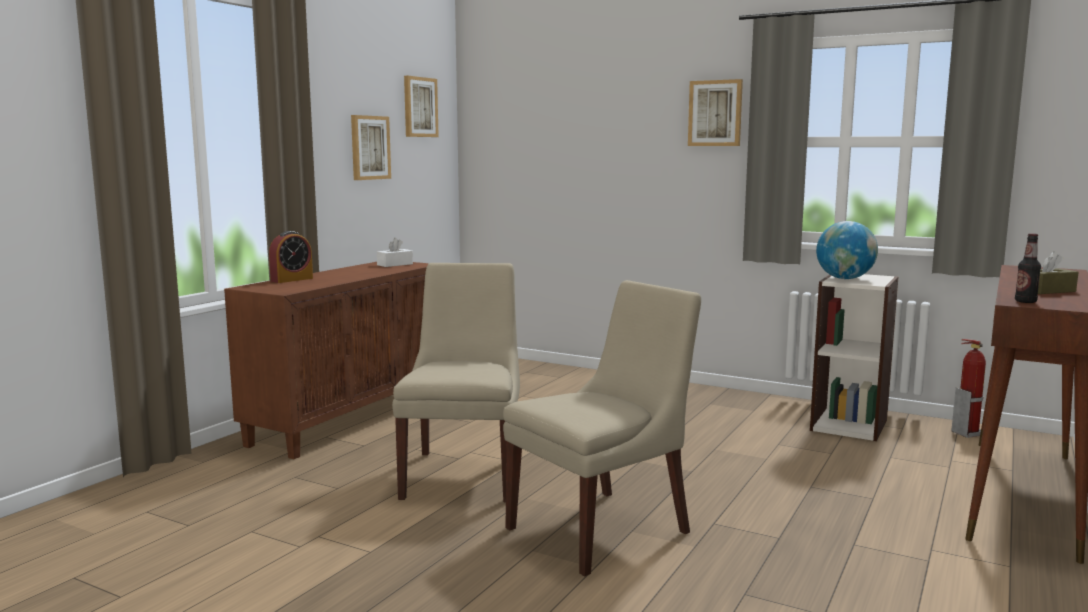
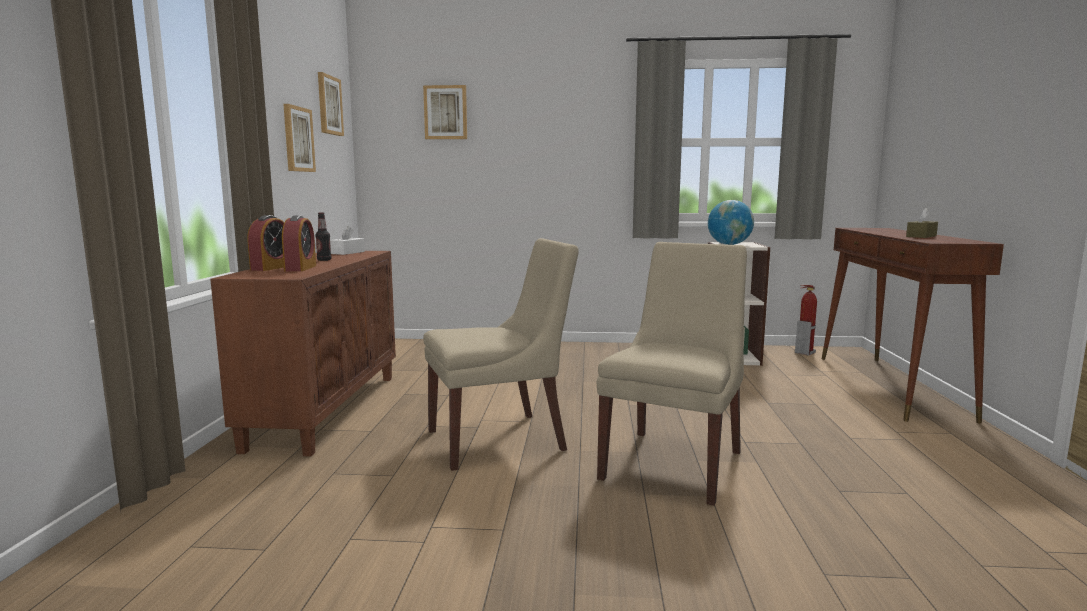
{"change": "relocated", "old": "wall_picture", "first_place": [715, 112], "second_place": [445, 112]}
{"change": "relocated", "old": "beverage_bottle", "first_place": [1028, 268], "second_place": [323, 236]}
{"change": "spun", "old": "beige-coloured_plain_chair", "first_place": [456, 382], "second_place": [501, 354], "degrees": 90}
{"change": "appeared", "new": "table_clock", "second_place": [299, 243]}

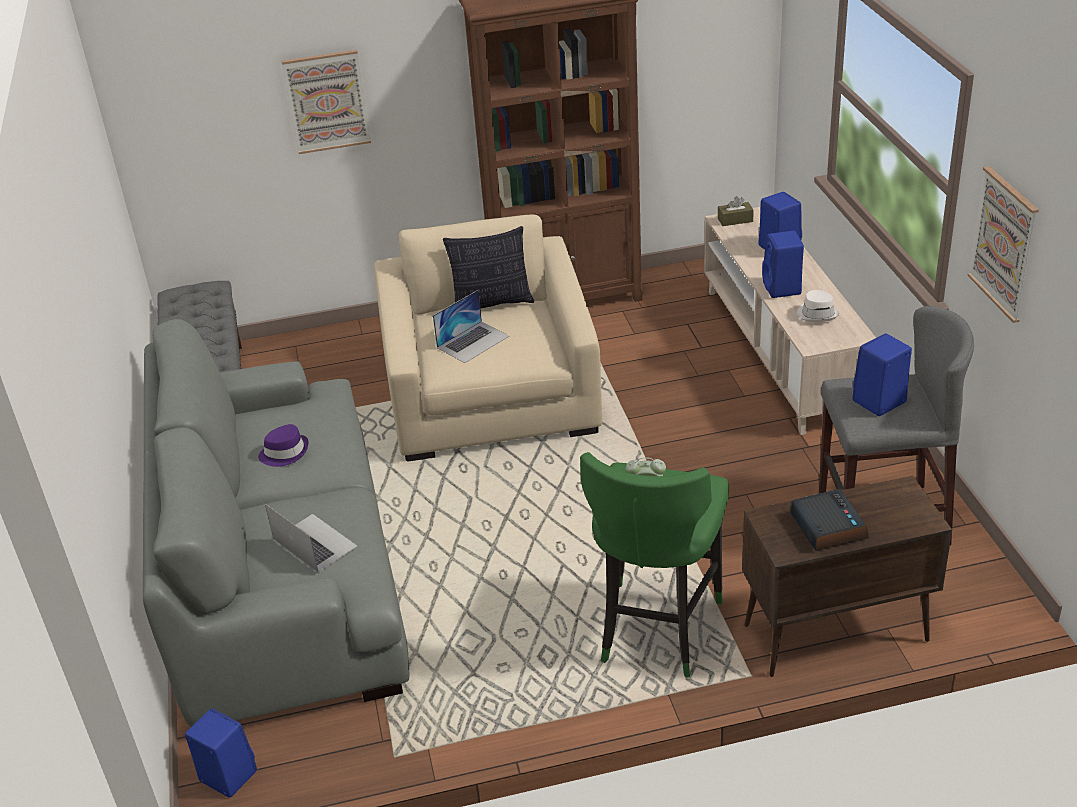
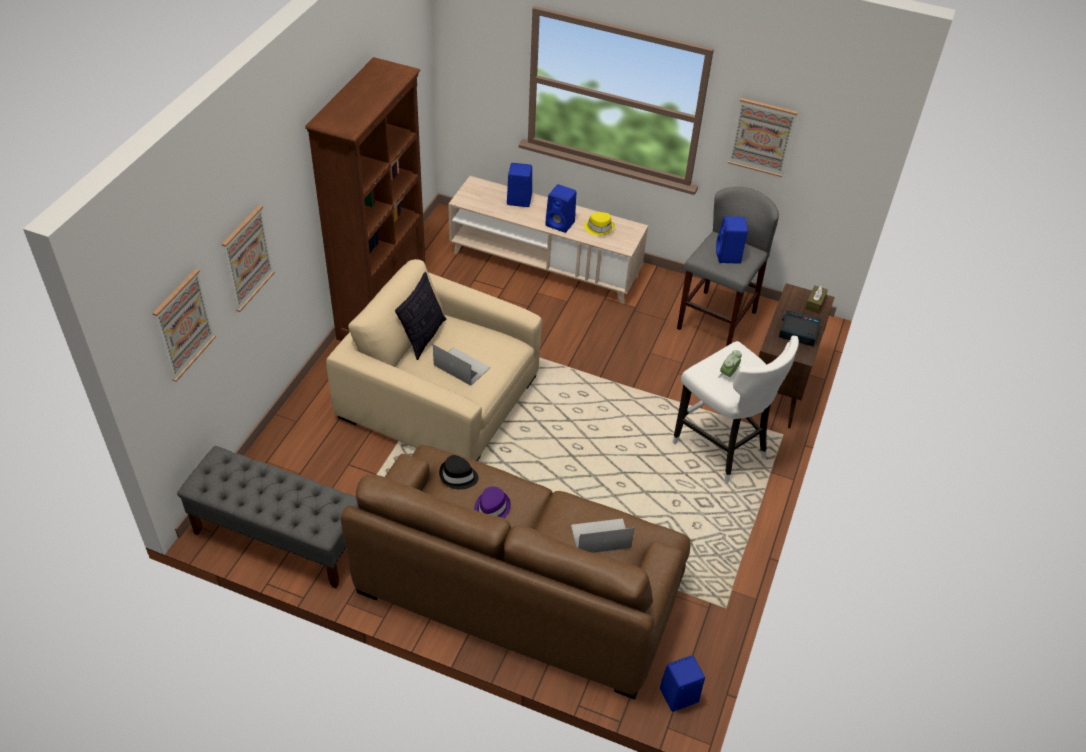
{"change": "relocated", "old": "brown-coloured_tissue_holder", "first_place": [736, 211], "second_place": [816, 299]}
{"change": "spun", "old": "laptop", "first_place": [471, 326], "second_place": [461, 365], "degrees": -45}
{"change": "colour", "old": "white_clothing_hat", "new": "yellow-coloured_clothing_hat", "first_place": [818, 306], "second_place": [599, 224]}
{"change": "colour", "old": "gray_couch", "new": "brown-coloured_couch", "first_place": [276, 523], "second_place": [515, 572]}
{"change": "colour", "old": "green_stool_seat", "new": "white_stool_seat", "first_place": [654, 565], "second_place": [736, 409]}
{"change": "appeared", "new": "wall_picture", "second_place": [184, 325]}
{"change": "appeared", "new": "blackish_clothing_hat", "second_place": [458, 472]}

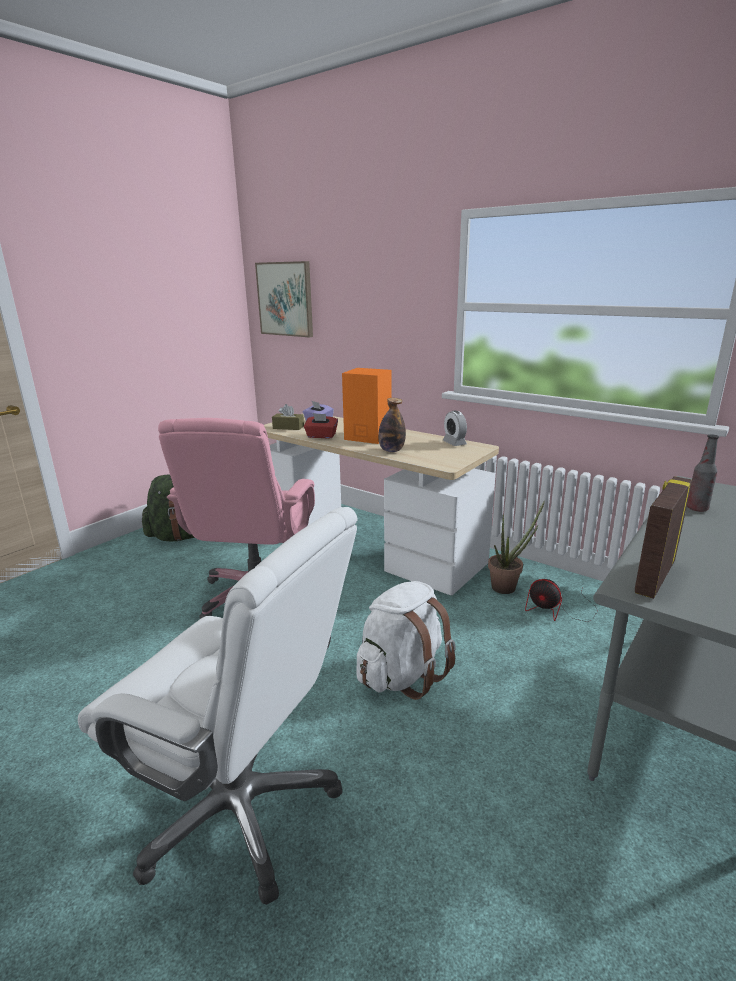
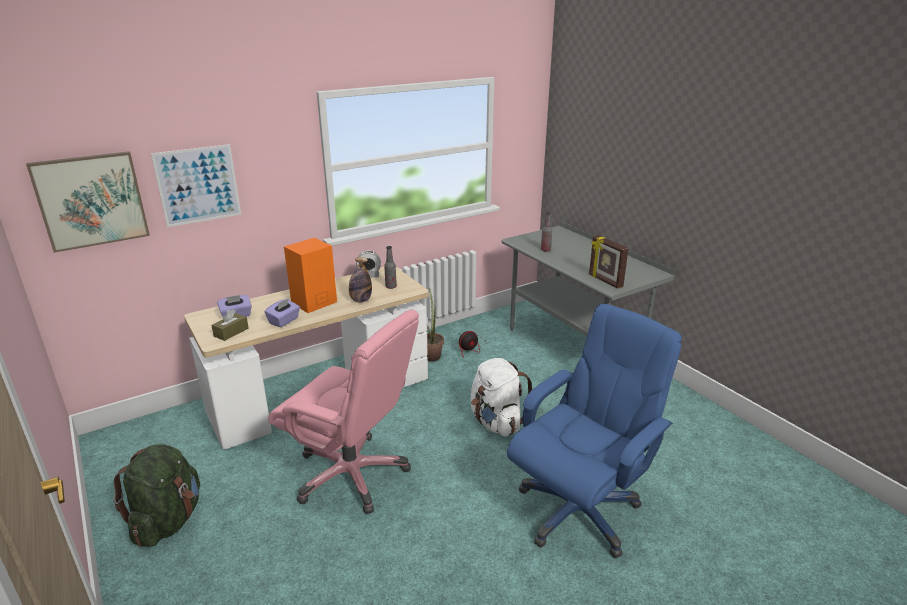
{"change": "colour", "old": "red-coloured_tissue_holder", "new": "purple-coloured_tissue_holder", "first_place": [321, 426], "second_place": [282, 312]}
{"change": "colour", "old": "white_desk_chair", "new": "blue-coloured_desk_chair", "first_place": [217, 706], "second_place": [594, 431]}
{"change": "appeared", "new": "wall_picture", "second_place": [196, 185]}
{"change": "appeared", "new": "beverage_bottle", "second_place": [390, 267]}

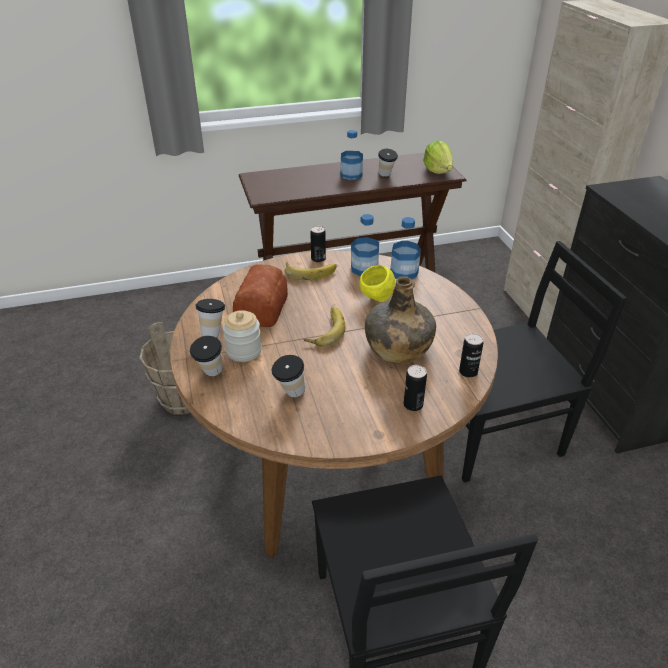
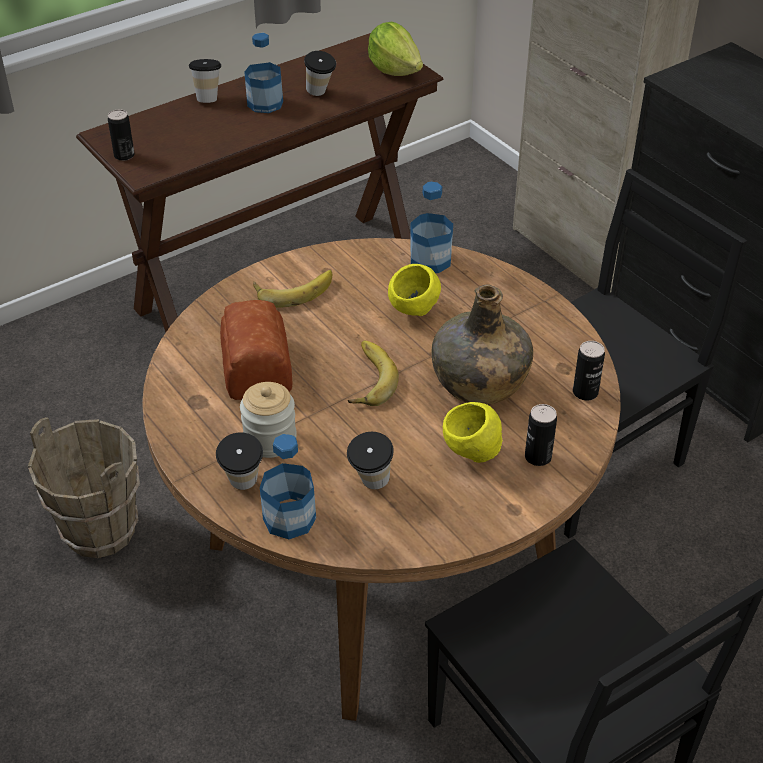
{"change": "relocated", "old": "beverage_bottle", "first_place": [365, 245], "second_place": [288, 486]}
{"change": "relocated", "old": "metal_can", "first_place": [318, 244], "second_place": [121, 135]}
{"change": "relocated", "old": "small_cup", "first_place": [210, 318], "second_place": [205, 81]}
{"change": "appeared", "new": "yellow-coloured_serving_bowl", "second_place": [473, 432]}

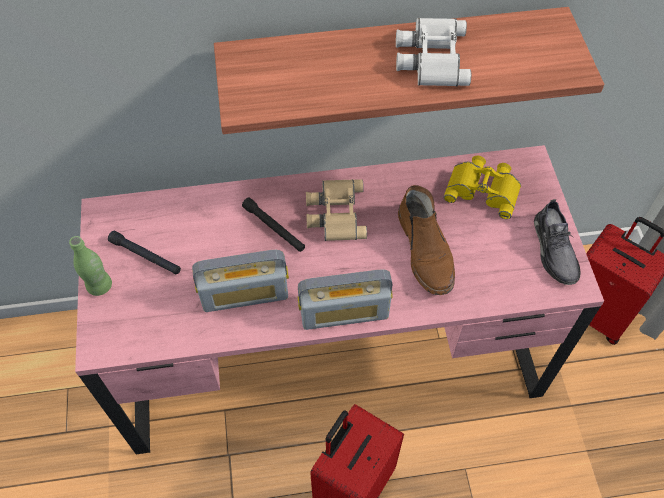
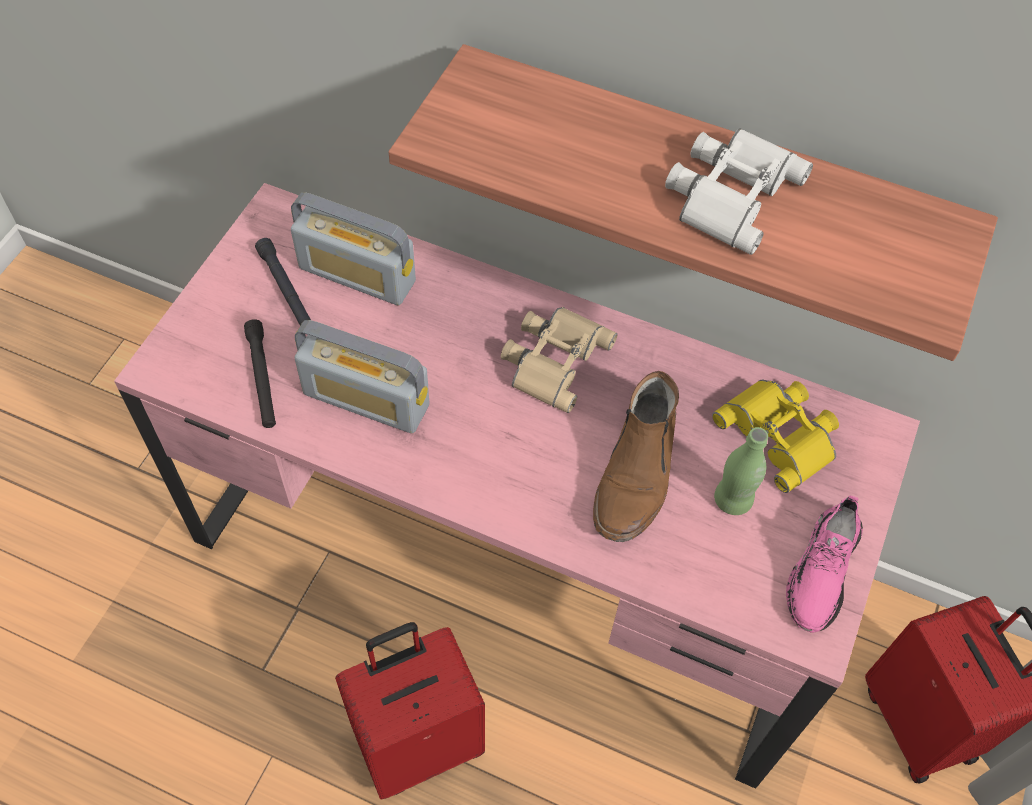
{"change": "relocated", "old": "blackish_flashlight", "first_place": [273, 225], "second_place": [260, 373]}
{"change": "colour", "old": "gray_low_shoe", "new": "pink_low_shoe", "first_place": [557, 242], "second_place": [824, 564]}
{"change": "relocated", "old": "green_beverage_bottle", "first_place": [90, 266], "second_place": [741, 471]}
{"change": "relocated", "old": "radio_set", "first_place": [345, 299], "second_place": [353, 248]}

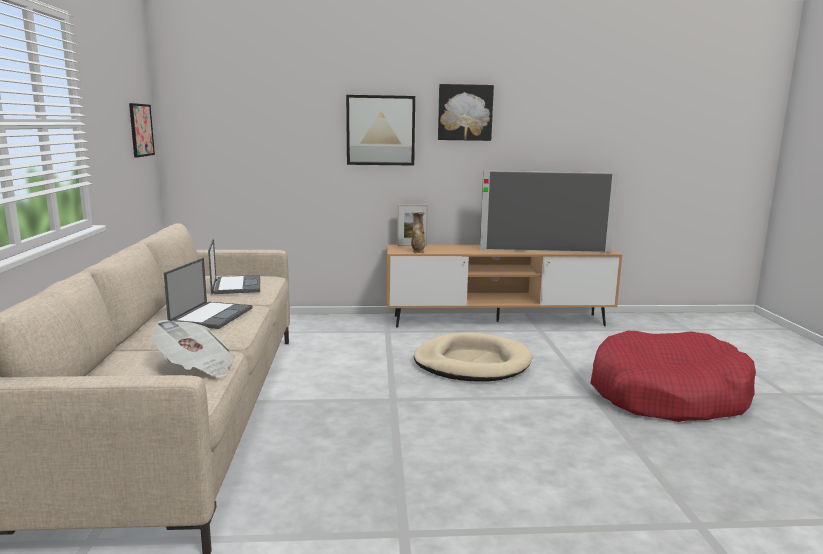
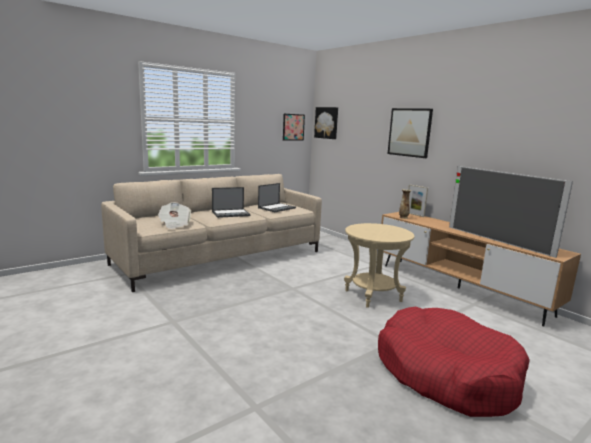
{"change": "relocated", "old": "wall_picture", "first_place": [466, 112], "second_place": [326, 123]}
{"change": "exchanged", "old": "beige-coloured_dog_bed", "new": "beige-coloured_accent_table", "first_place": [473, 357], "second_place": [379, 265]}

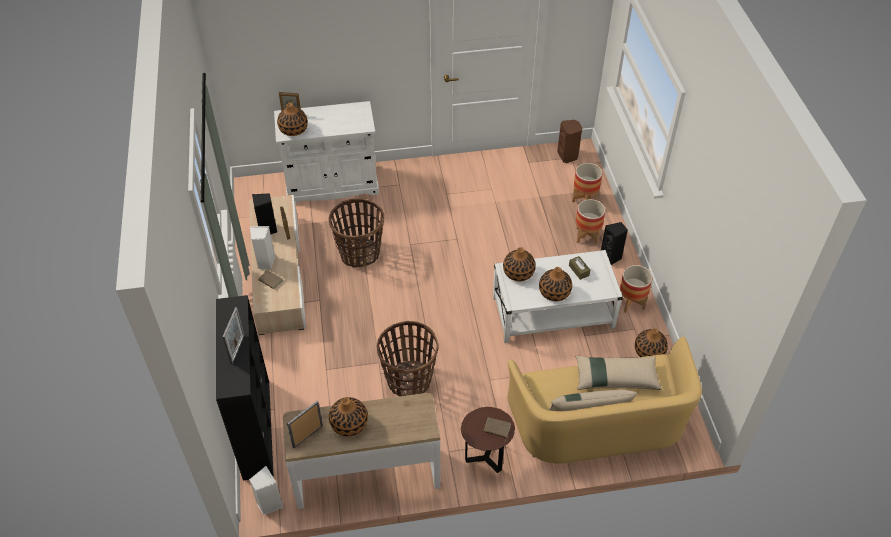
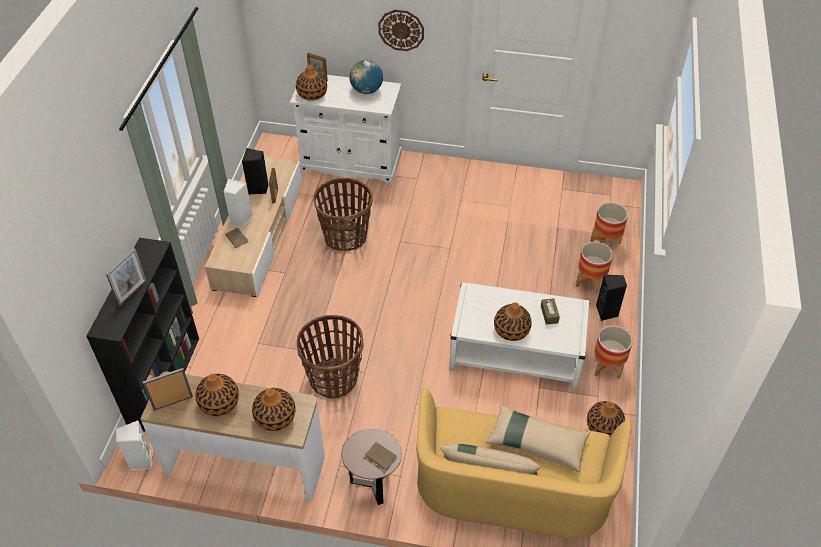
{"change": "missing", "old": "brown-coloured_loudspeaker", "first_place": [569, 141]}
{"change": "relocated", "old": "flower_vase", "first_place": [519, 264], "second_place": [274, 409]}
{"change": "appeared", "new": "wall_clock", "second_place": [401, 30]}
{"change": "appeared", "new": "desk_globe", "second_place": [366, 77]}

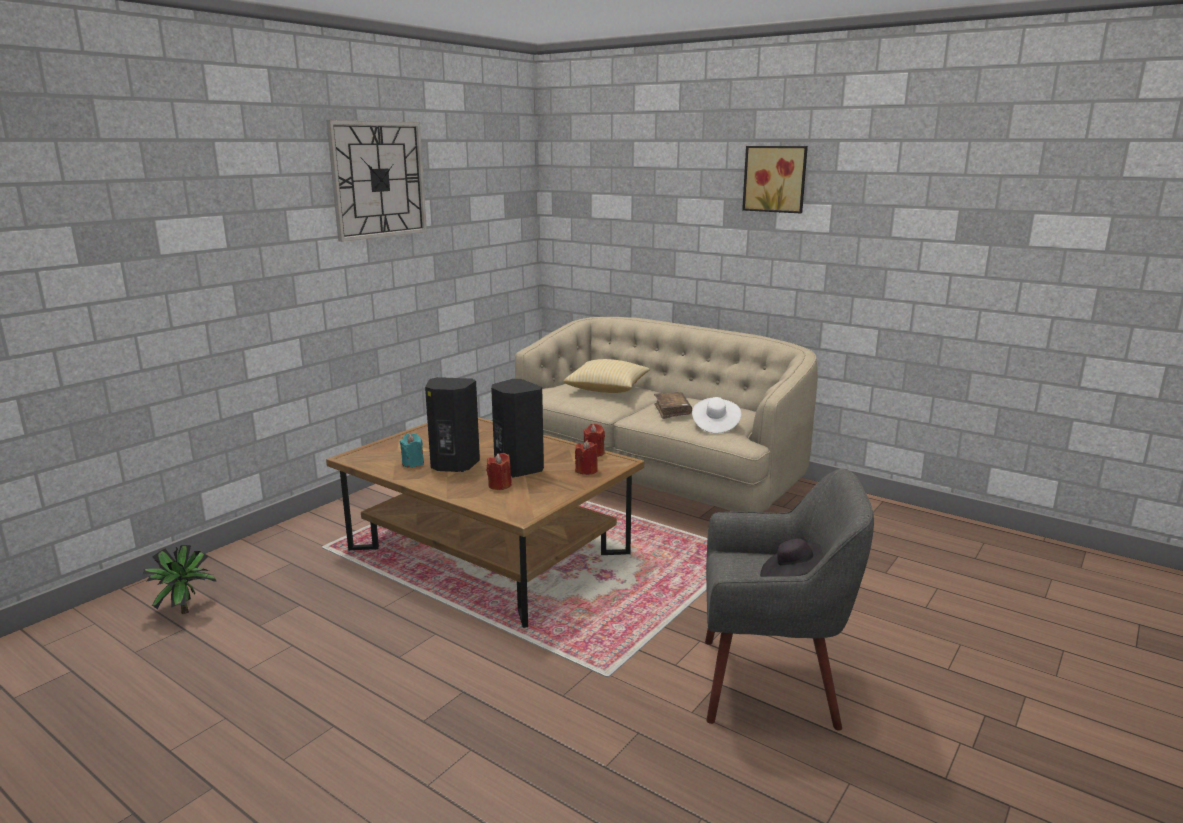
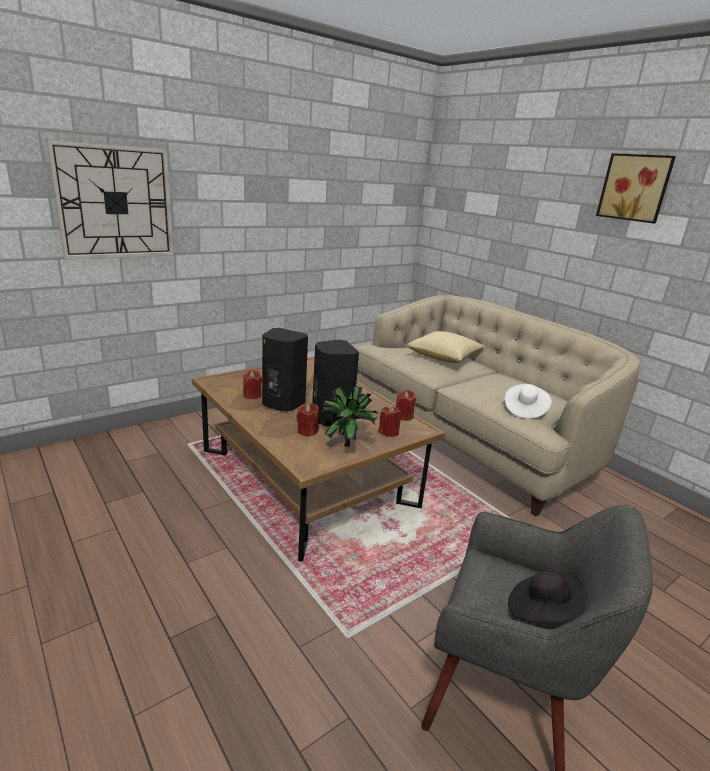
{"change": "relocated", "old": "wall_clock", "first_place": [376, 181], "second_place": [110, 199]}
{"change": "missing", "old": "brown-coloured_book", "first_place": [673, 405]}
{"change": "colour", "old": "turquoise_wax_light", "new": "red-coloured_wax_light", "first_place": [412, 450], "second_place": [252, 384]}
{"change": "relocated", "old": "houseplant", "first_place": [180, 579], "second_place": [350, 416]}

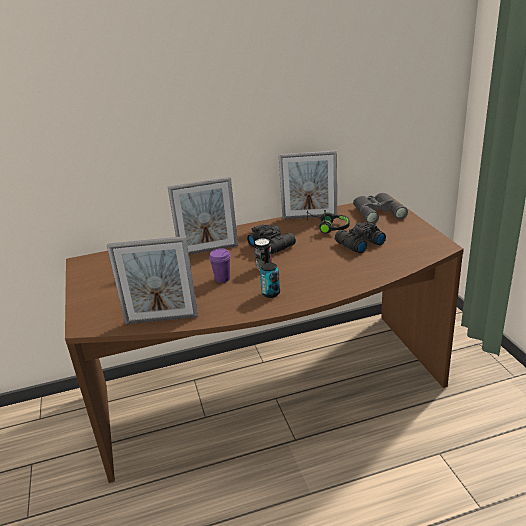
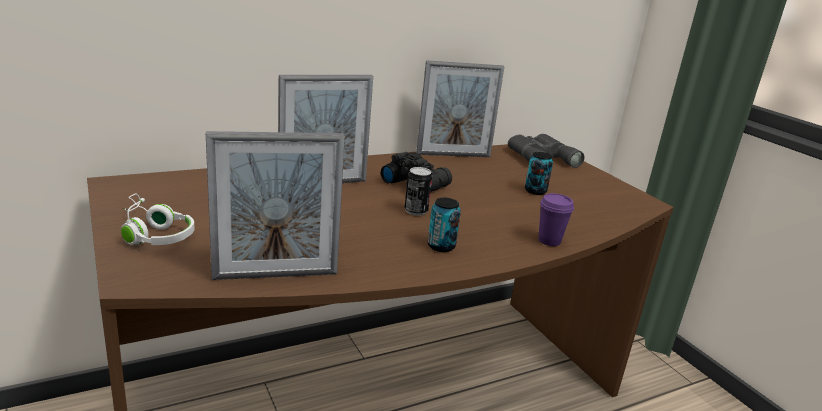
{"change": "missing", "old": "blackish_headphones", "first_place": [328, 222]}
{"change": "exchanged", "old": "blackish_pair_of_binoculars", "new": "metal_can", "first_place": [360, 237], "second_place": [539, 173]}
{"change": "relocated", "old": "purple-coloured_small_cup", "first_place": [220, 265], "second_place": [556, 219]}
{"change": "appeared", "new": "white_headphones", "second_place": [157, 219]}

